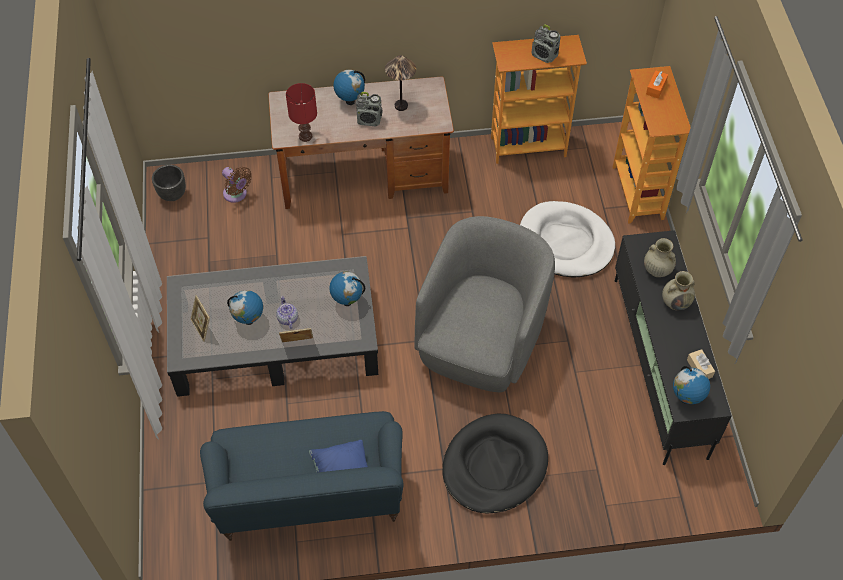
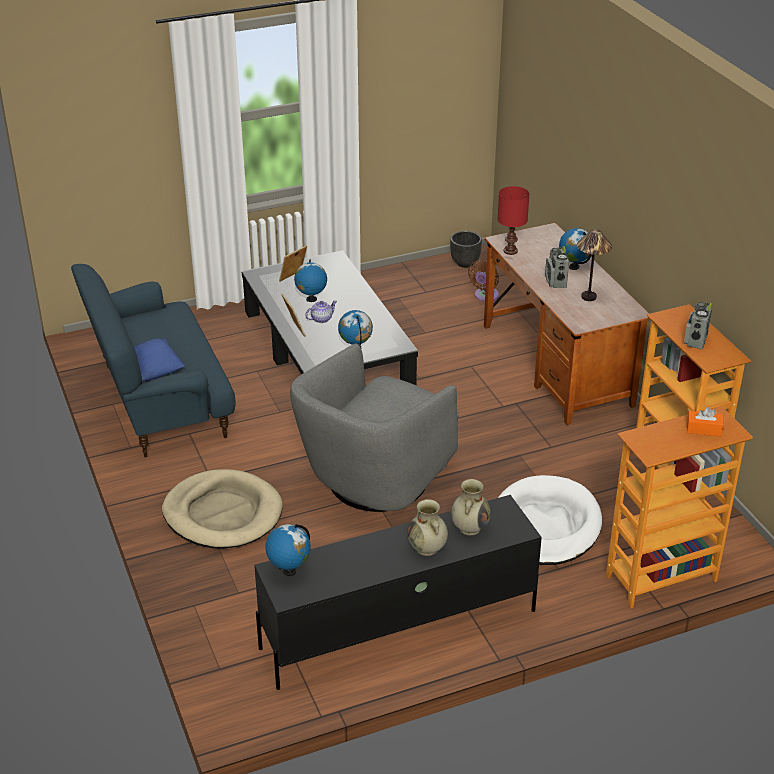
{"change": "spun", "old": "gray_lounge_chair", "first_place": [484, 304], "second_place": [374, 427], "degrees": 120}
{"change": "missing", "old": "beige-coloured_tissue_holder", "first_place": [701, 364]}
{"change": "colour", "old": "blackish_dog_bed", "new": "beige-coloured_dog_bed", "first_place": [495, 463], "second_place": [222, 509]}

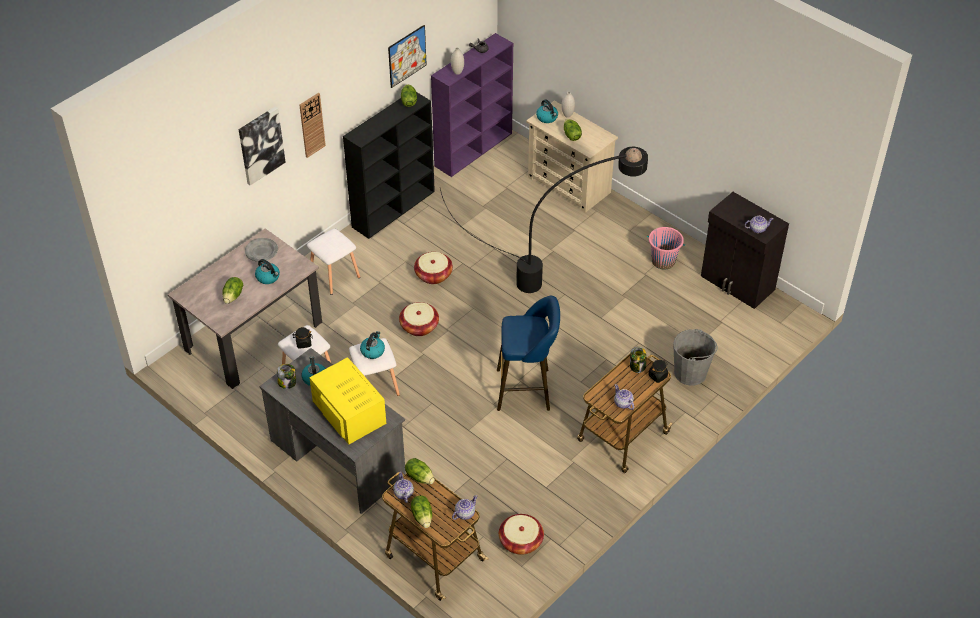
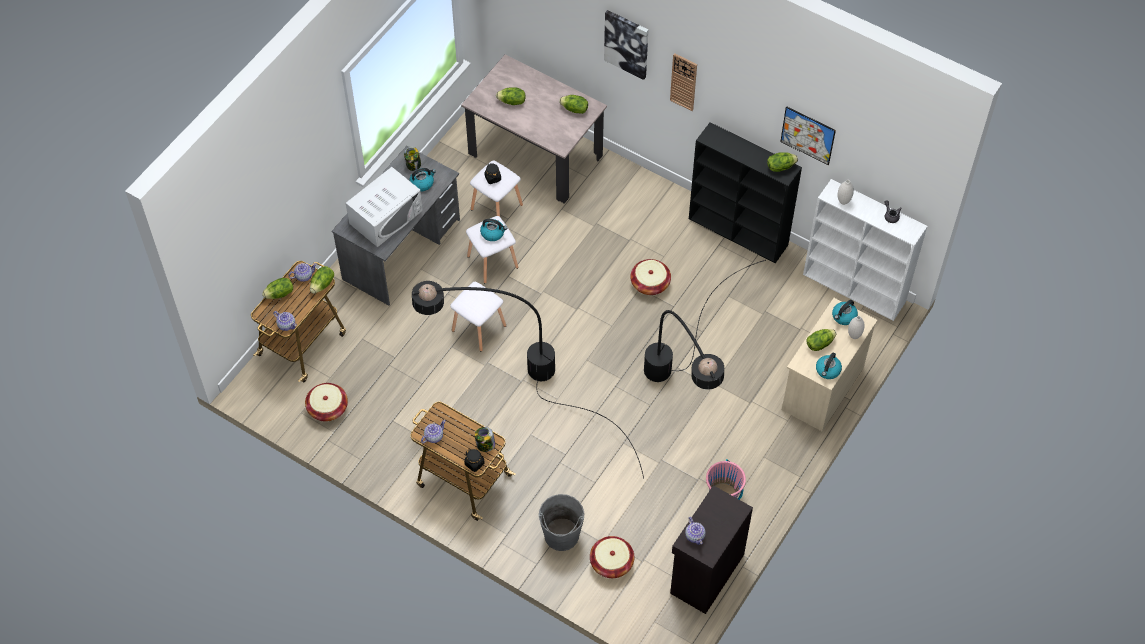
{"change": "colour", "old": "purple-coloured_shelving_unit", "new": "white_shelving_unit", "first_place": [472, 105], "second_place": [865, 250]}
{"change": "relocated", "old": "white_stool_seat", "first_place": [333, 262], "second_place": [478, 317]}
{"change": "exchanged", "old": "gray_plate", "new": "head_of_lettuce", "first_place": [261, 250], "second_place": [573, 104]}
{"change": "relocated", "old": "water_kettle", "first_place": [267, 271], "second_place": [829, 366]}
{"change": "exchanged", "old": "blue-coloured_stool_seat", "new": "blackish_standard_lamp", "first_place": [528, 353], "second_place": [528, 380]}
{"change": "relocated", "old": "basket", "first_place": [419, 319], "second_place": [612, 557]}
{"change": "colour", "old": "yellow-coloured_microwave_oven", "new": "white_microwave_oven", "first_place": [347, 400], "second_place": [384, 207]}

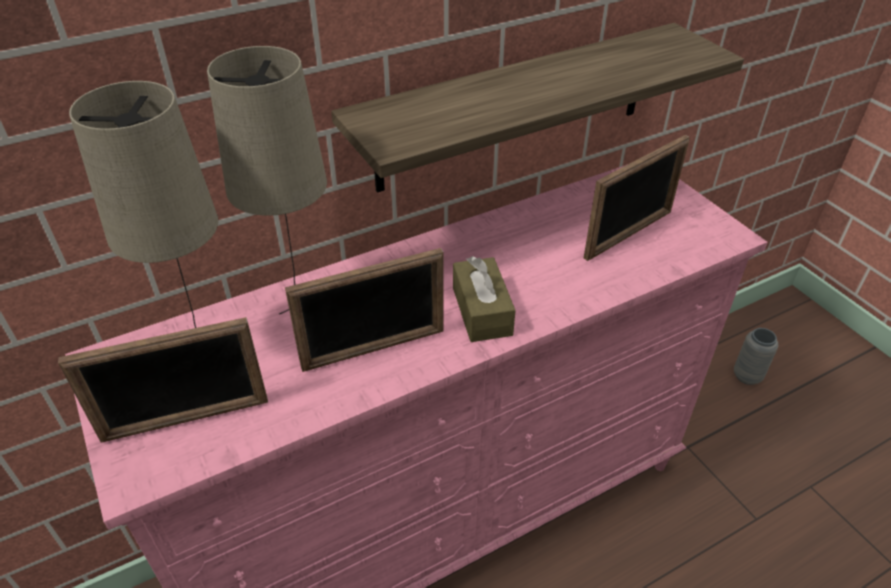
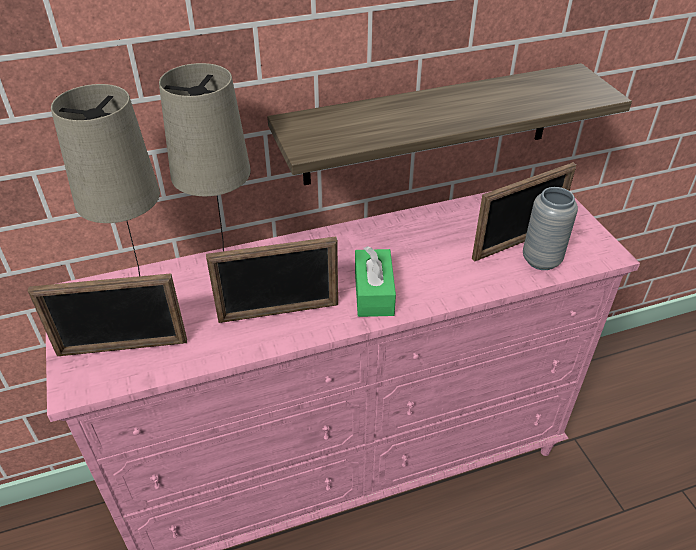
{"change": "colour", "old": "brown-coloured_tissue_holder", "new": "green_tissue_holder", "first_place": [484, 299], "second_place": [375, 281]}
{"change": "relocated", "old": "gray_flower_vase", "first_place": [756, 356], "second_place": [550, 228]}

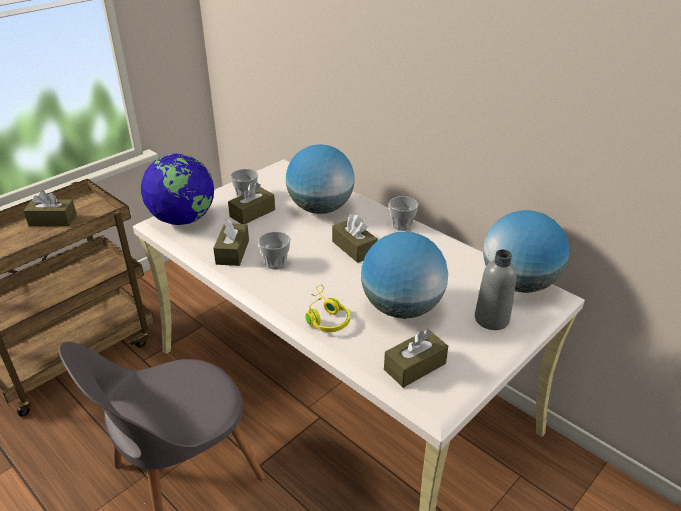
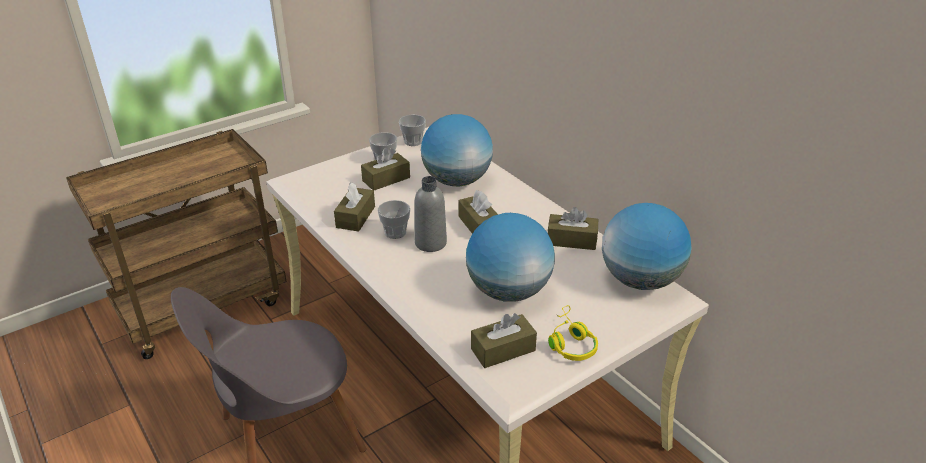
{"change": "missing", "old": "desk_globe", "first_place": [177, 190]}
{"change": "relocated", "old": "brown-coloured_tissue_holder", "first_place": [50, 208], "second_place": [572, 228]}
{"change": "relocated", "old": "small_cup", "first_place": [403, 213], "second_place": [412, 130]}
{"change": "relocated", "old": "gray_beverage_bottle", "first_place": [496, 290], "second_place": [430, 214]}
{"change": "relocated", "old": "yellow-coloured_headphones", "first_place": [327, 308], "second_place": [573, 333]}

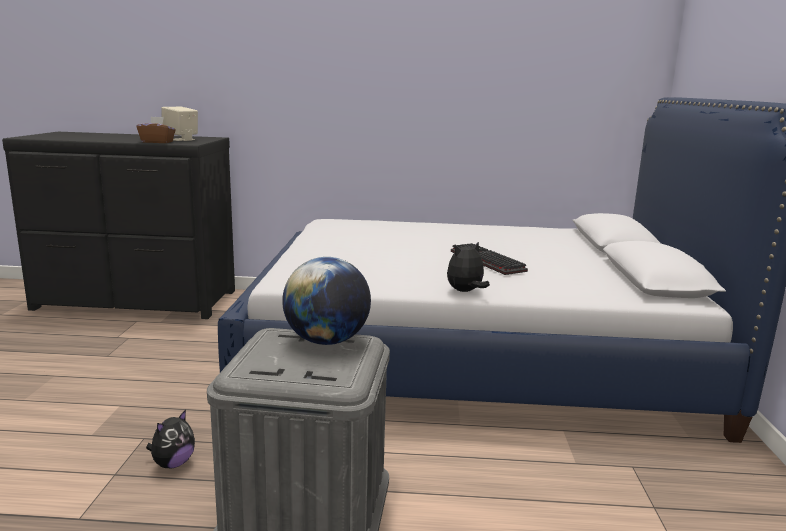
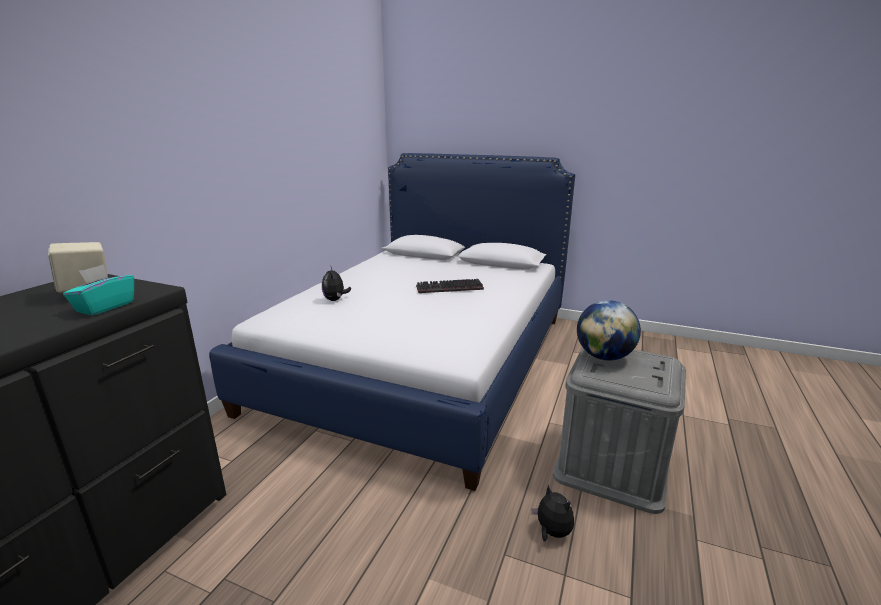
{"change": "colour", "old": "brown-coloured_tissue_holder", "new": "turquoise_tissue_holder", "first_place": [156, 130], "second_place": [98, 290]}
{"change": "relocated", "old": "soft_toy", "first_place": [468, 266], "second_place": [336, 284]}

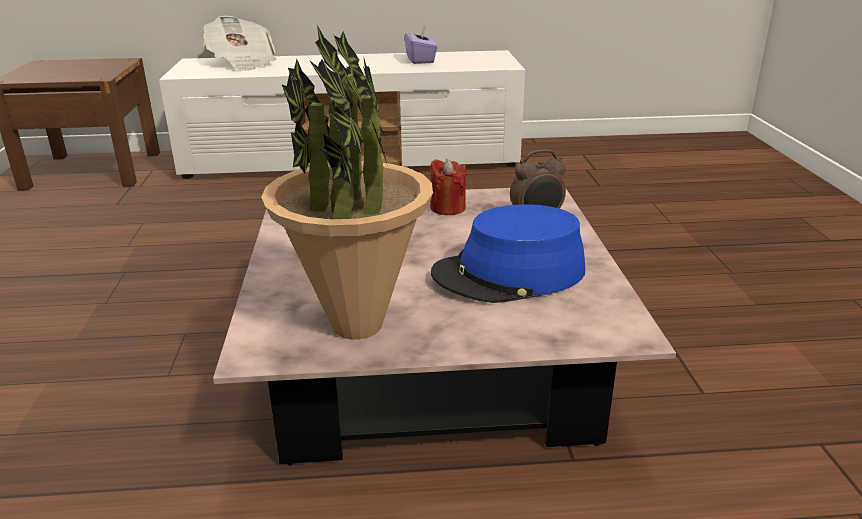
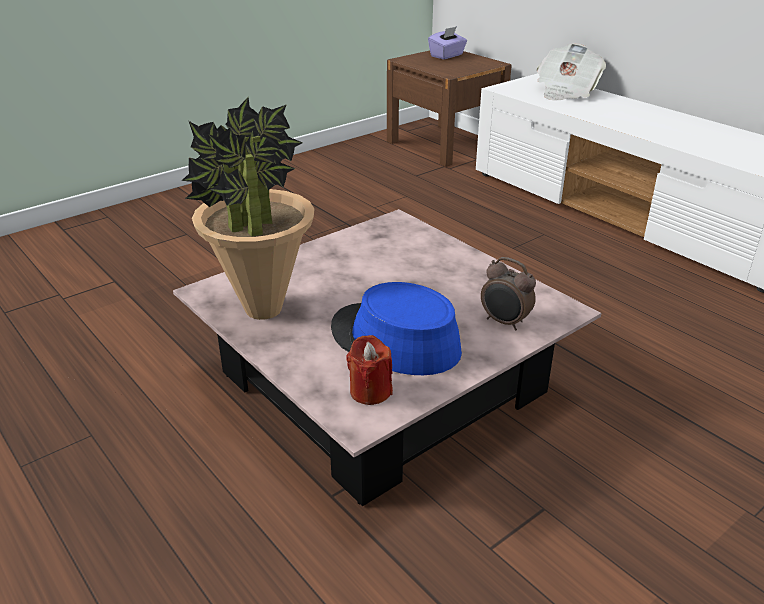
{"change": "relocated", "old": "purple-coloured_tissue_holder", "first_place": [421, 44], "second_place": [447, 42]}
{"change": "relocated", "old": "red-coloured_wax_light", "first_place": [448, 187], "second_place": [369, 370]}

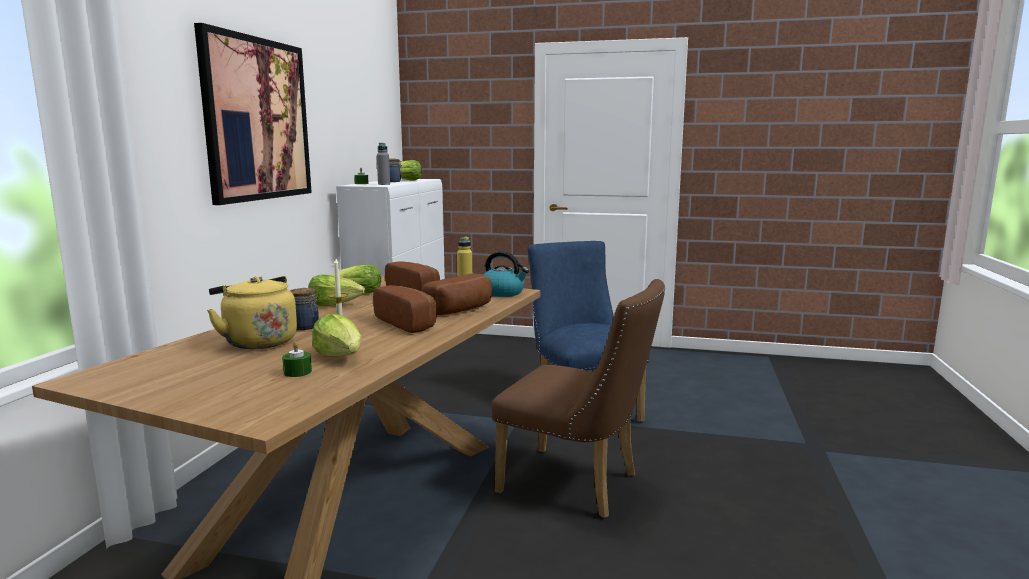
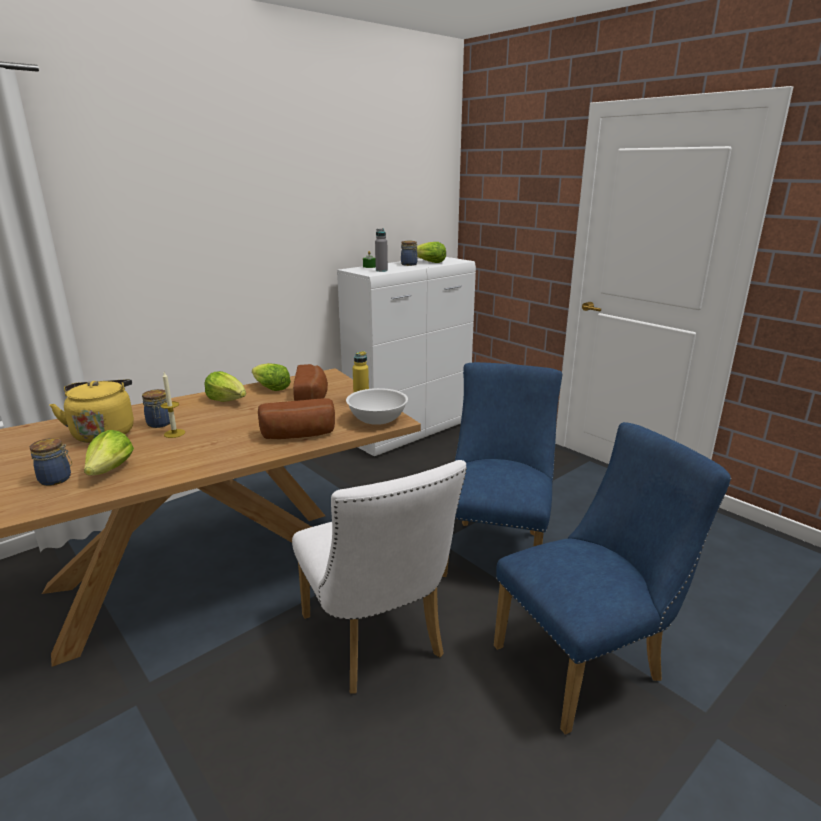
{"change": "missing", "old": "wall_picture", "first_place": [253, 114]}
{"change": "exchanged", "old": "water_kettle", "new": "white_serving_bowl", "first_place": [506, 274], "second_place": [377, 406]}
{"change": "colour", "old": "brown-coloured_plain_chair", "new": "white_plain_chair", "first_place": [578, 398], "second_place": [379, 576]}
{"change": "missing", "old": "bakery_bread", "first_place": [405, 309]}
{"change": "exchanged", "old": "green_wax_light", "new": "storage_jar", "first_place": [297, 359], "second_place": [51, 462]}
{"change": "appeared", "new": "blue-coloured_plain_chair", "second_place": [612, 578]}

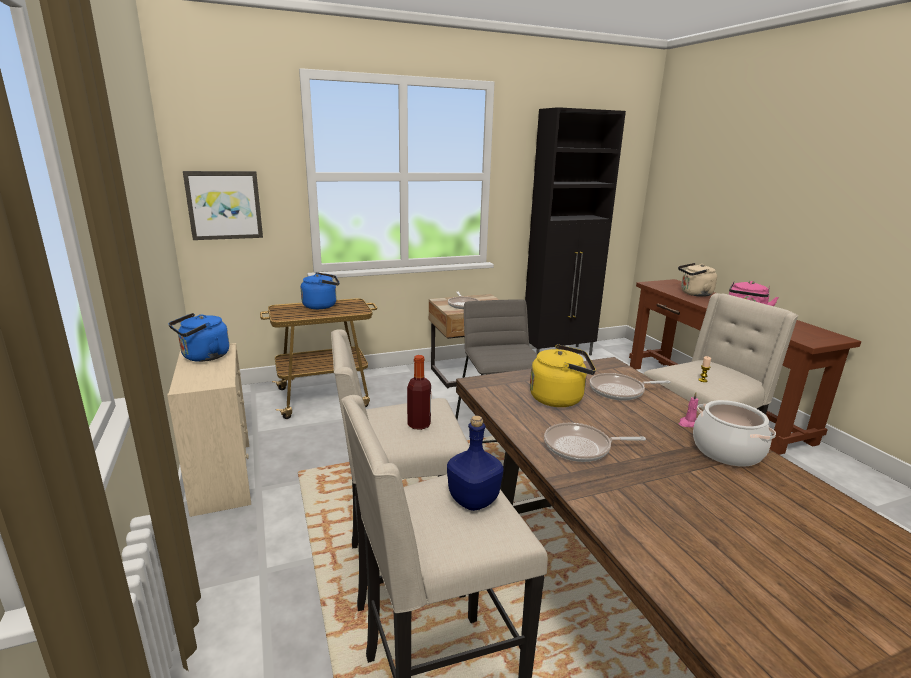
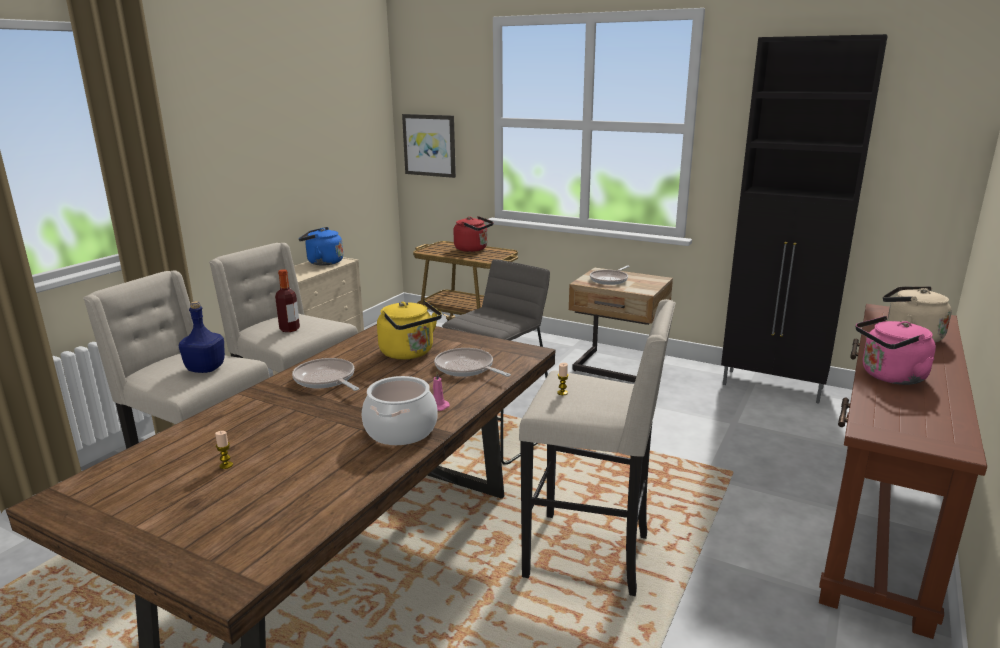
{"change": "colour", "old": "blue-coloured_water_kettle", "new": "red-coloured_water_kettle", "first_place": [320, 290], "second_place": [473, 234]}
{"change": "appeared", "new": "wax_light", "second_place": [224, 450]}

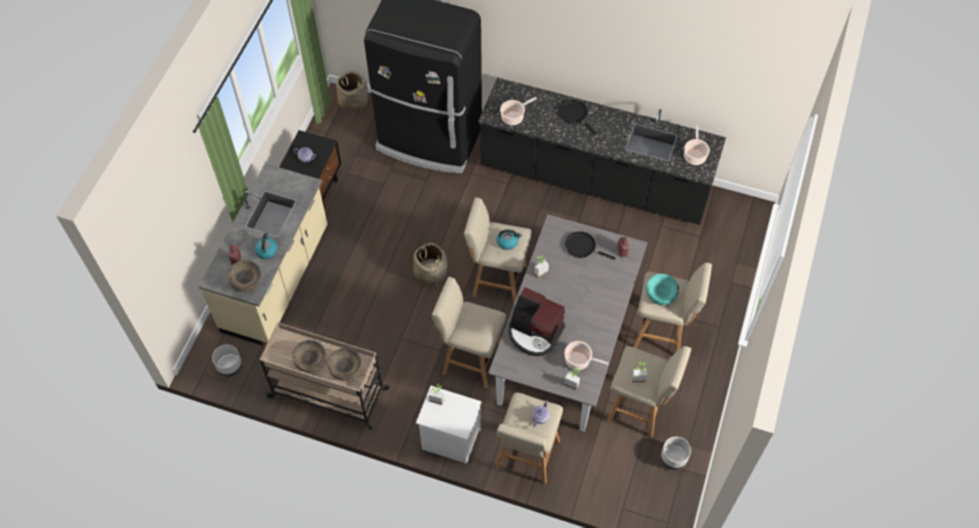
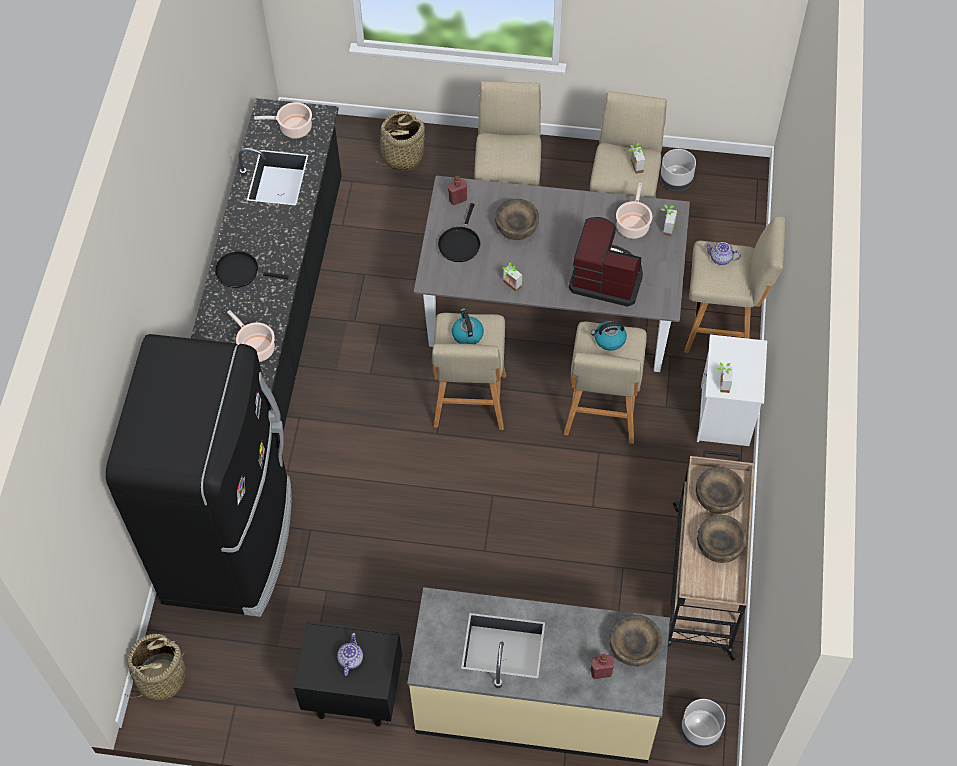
{"change": "spun", "old": "blackish_pan", "first_place": [578, 117], "second_place": [252, 269], "degrees": 60}
{"change": "relocated", "old": "water_kettle", "first_place": [266, 245], "second_place": [609, 336]}
{"change": "relocated", "old": "basket", "first_place": [430, 264], "second_place": [402, 140]}
{"change": "missing", "old": "turquoise_serving_bowl", "first_place": [662, 289]}
{"change": "spun", "old": "coffee_machine", "first_place": [537, 321], "second_place": [606, 262], "degrees": -90}
{"change": "appeared", "new": "brown-coloured_serving_bowl", "second_place": [517, 219]}

